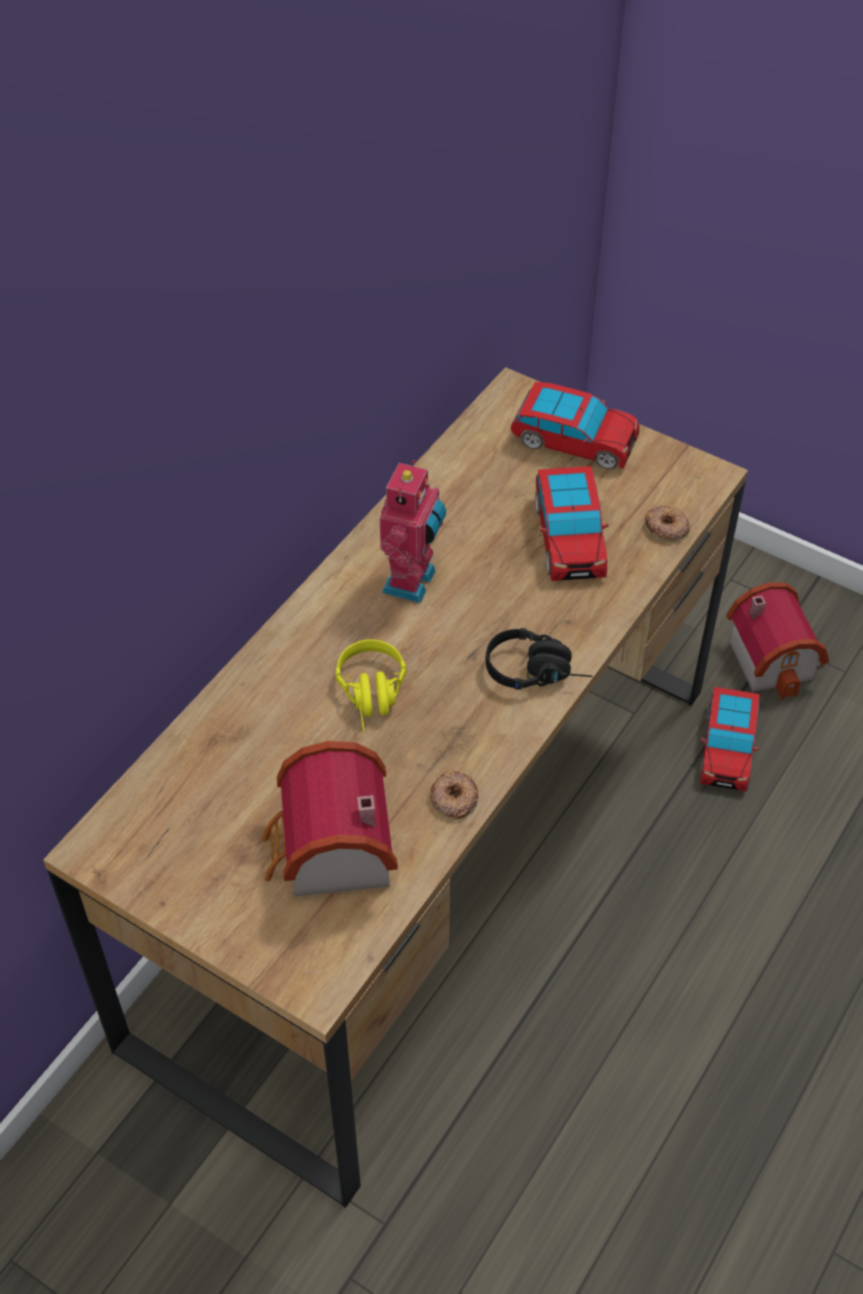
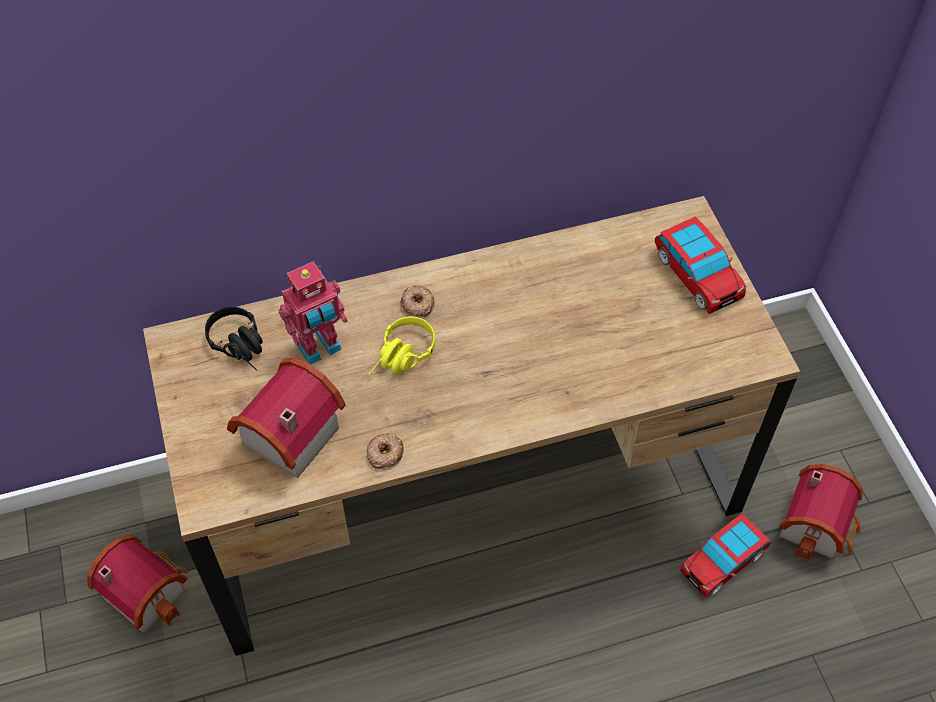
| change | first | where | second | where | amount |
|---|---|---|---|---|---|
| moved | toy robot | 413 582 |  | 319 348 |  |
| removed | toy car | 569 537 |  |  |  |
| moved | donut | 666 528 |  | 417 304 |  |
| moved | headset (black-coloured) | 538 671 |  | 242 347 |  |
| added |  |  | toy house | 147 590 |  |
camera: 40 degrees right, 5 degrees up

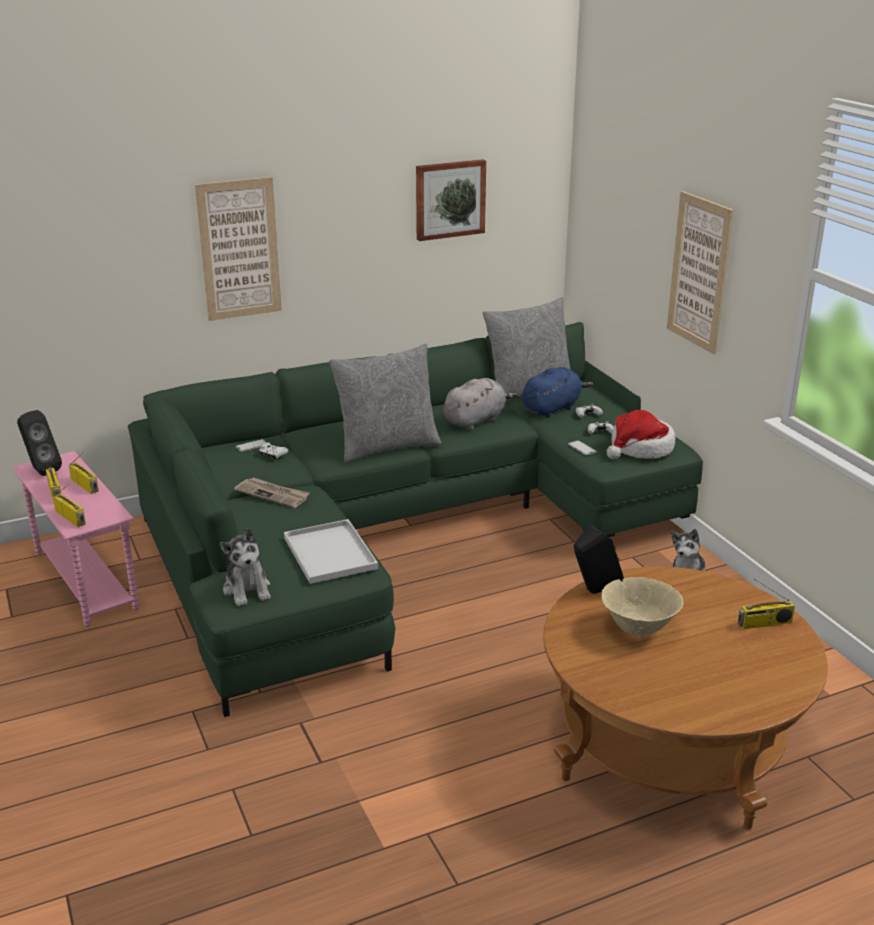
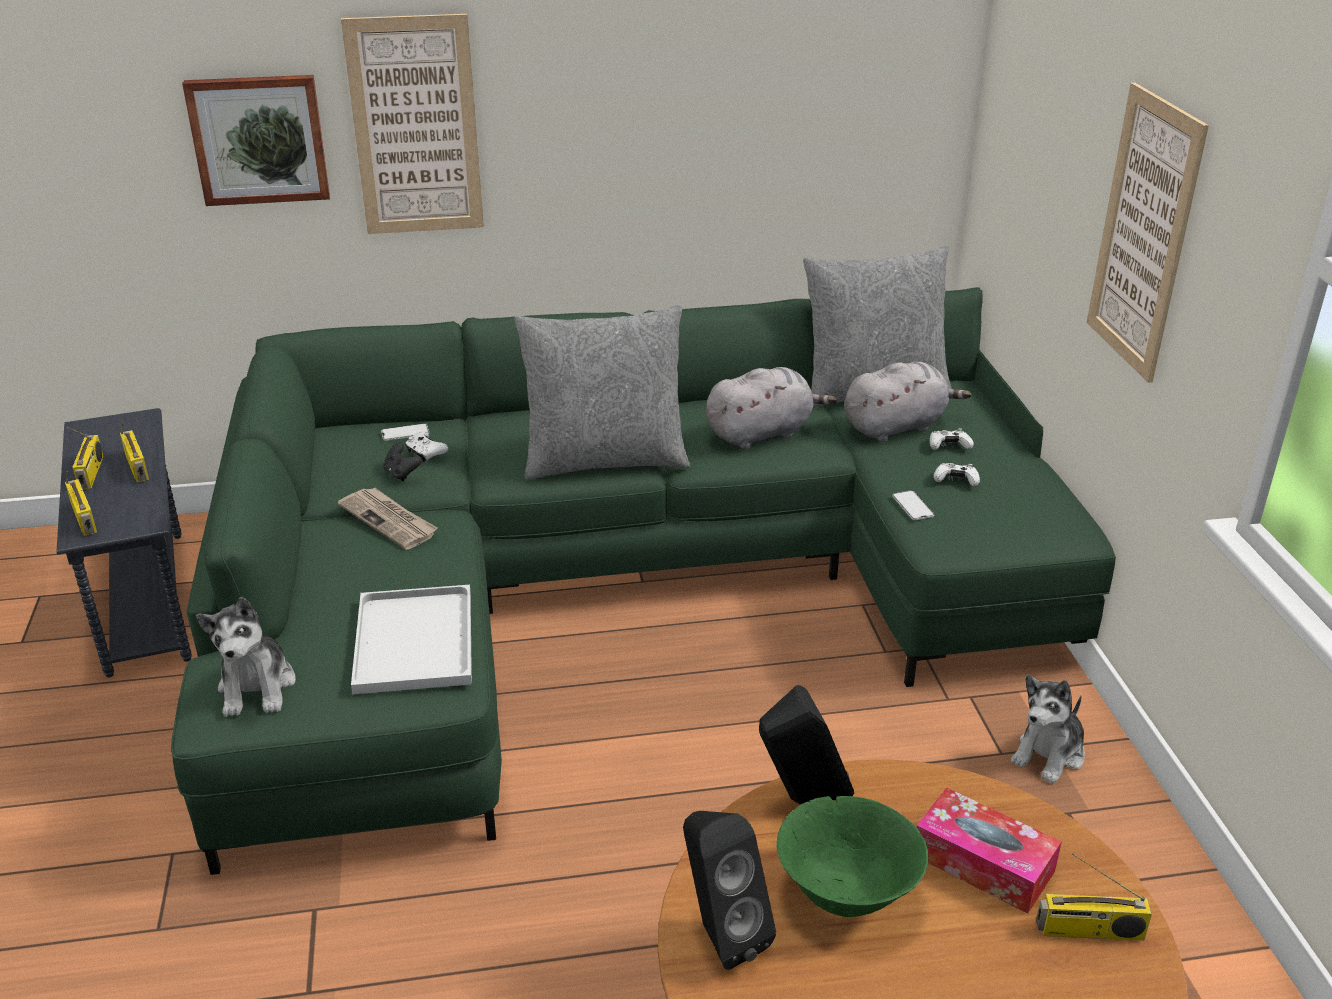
| change | first | where | second | where | amount |
|---|---|---|---|---|---|
| moved | picture | 449 199 |  | 259 139 |  |
| recoloured | soft toy (blue-coloured) | 552 408 | soft toy (gray) | 897 426 |  |
| moved | audio speaker (black-coloured) | 41 470 |  | 720 934 |  |
| removed | hat | 640 448 |  |  |  |
| recoloured | accent table (pinkish) | 85 581 | accent table (gray) | 144 602 |  |
| recoloured | serving bowl (sand-coloured) | 638 629 | serving bowl (green) | 845 895 |  |
| added |  |  | joypad (black-coloured) | 402 474 |  |
| added |  |  | tissue holder | 983 863 |  |
camera: 15 degrees right, 5 degrees up

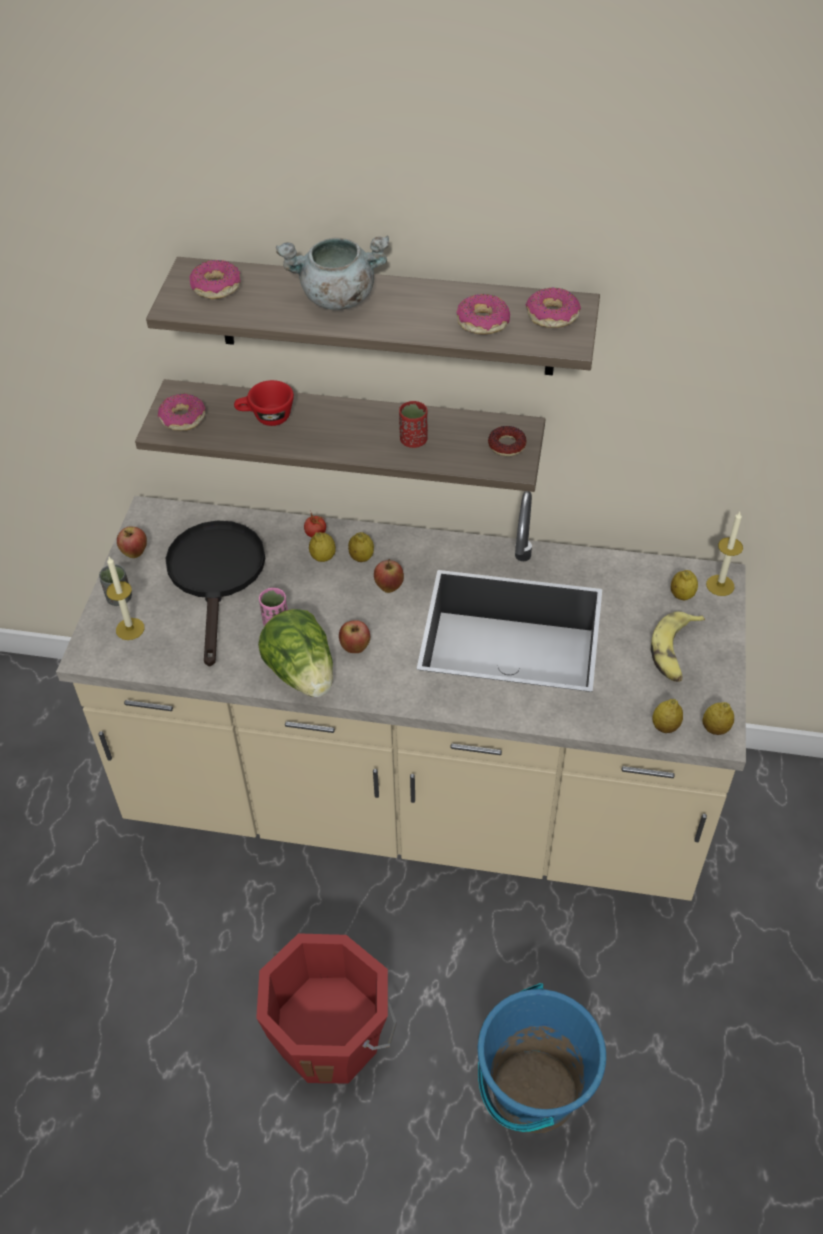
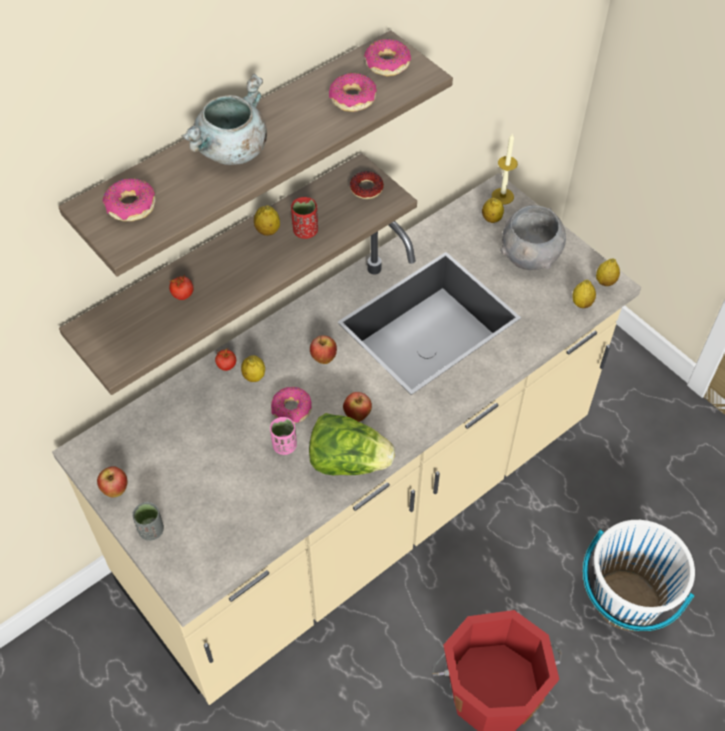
| change | first | where | second | where | amount |
|---|---|---|---|---|---|
| replaced | drinking cup (red-coloured) | 266 418 | tomato | 182 294 |  |
| moved | donut | 182 419 |  | 291 409 |  |
| removed | frying pan (black-coloured) | 217 577 |  |  |  |
| moved | citrus fruit | 361 557 |  | 267 231 |  |
| removed | wax light | 130 629 |  |  |  |
| replaced | banana | 675 652 | serving bowl (gray) | 531 255 |  |
| recoloured | pail (blue-coloured) | 533 1092 | pail (whitish) | 625 601 |  |
camera: 50 degrees left, 5 degrees up

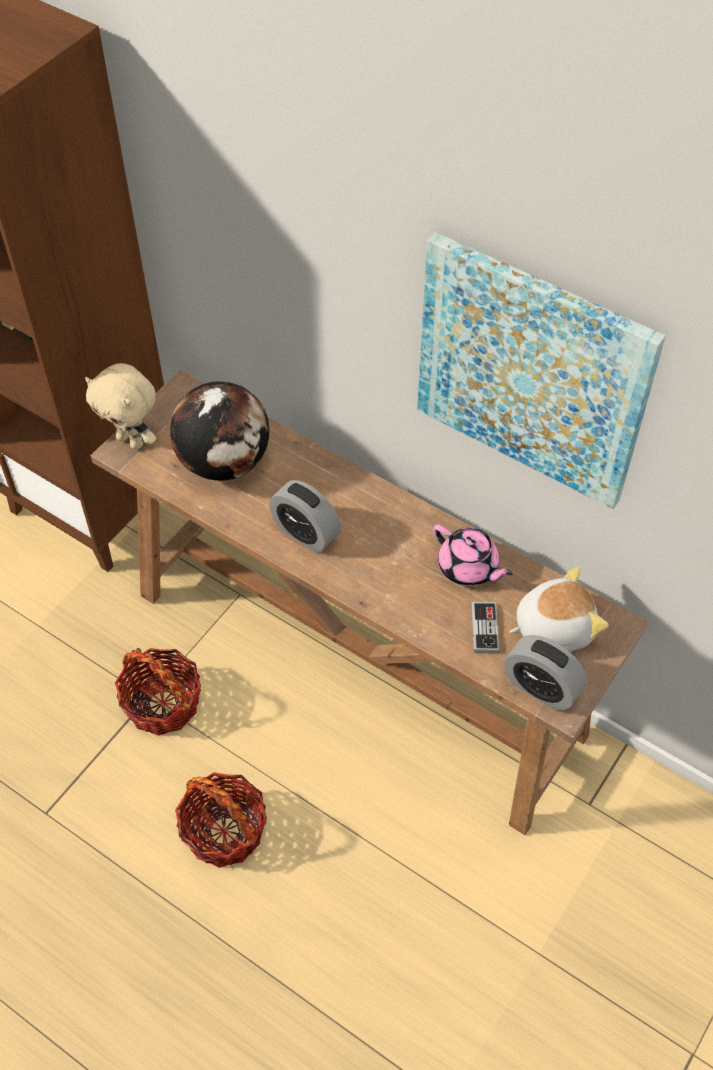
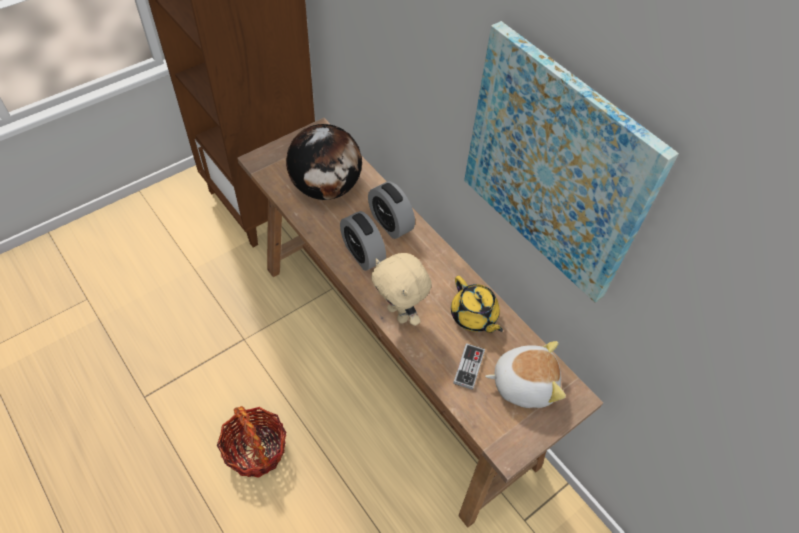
| change | first | where | second | where | amount |
|---|---|---|---|---|---|
| moved | soft toy (sand-coloured) | 131 441 |  | 399 313 |  |
| recoloured | pot for tea (pinkish) | 468 568 | pot for tea (yellowish) | 474 316 |  |
| moved | alarm clock | 541 687 |  | 390 223 |  |
| removed | basket | 162 703 |  |  |  |
camera: 15 degrees right, 0 degrees up

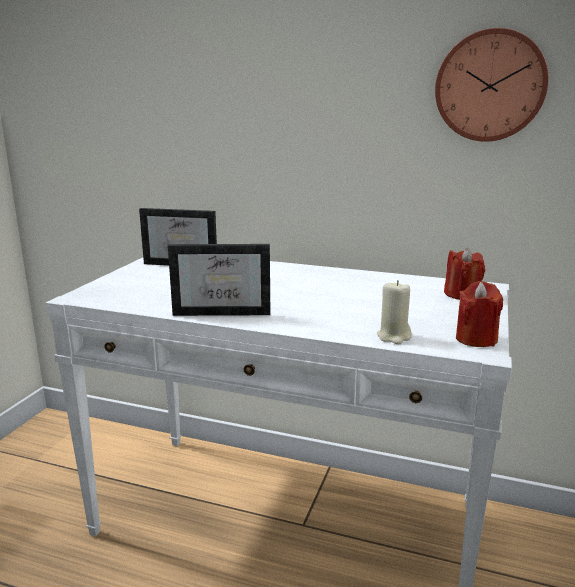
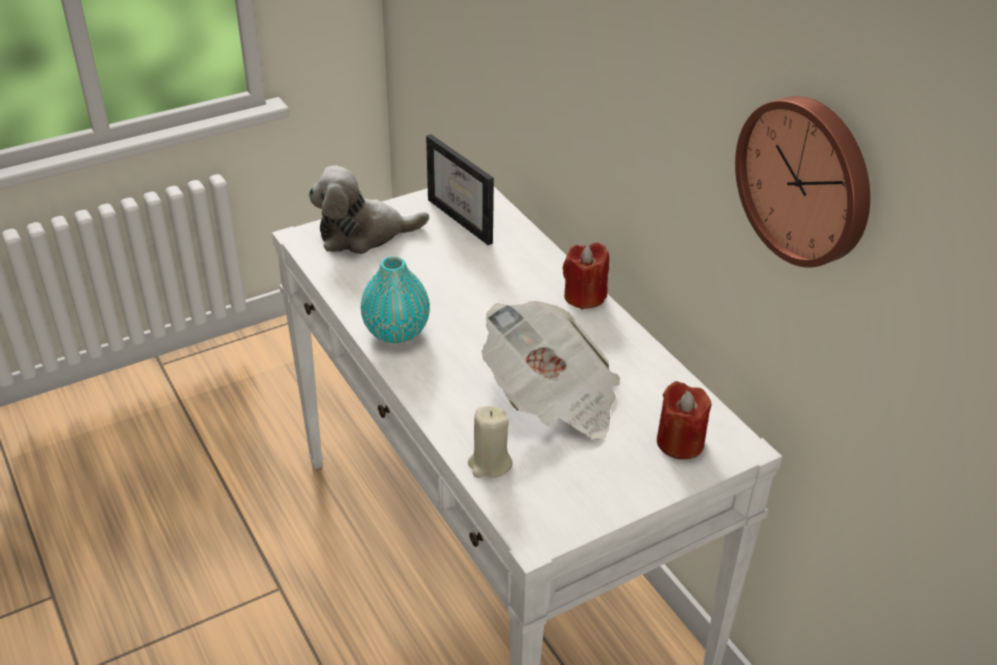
| change | first | where | second | where | amount |
|---|---|---|---|---|---|
| replaced | standing frame | 224 311 | decorative vase (turquoise-coloured) | 396 331 |  |
| moved | wax light (red-coloured) | 476 339 |  | 584 296 |  |
| added |  |  | soft toy | 363 234 |  |
| added |  |  | daily paper | 552 398 |  |
camera: 40 degrees right, 20 degrees up

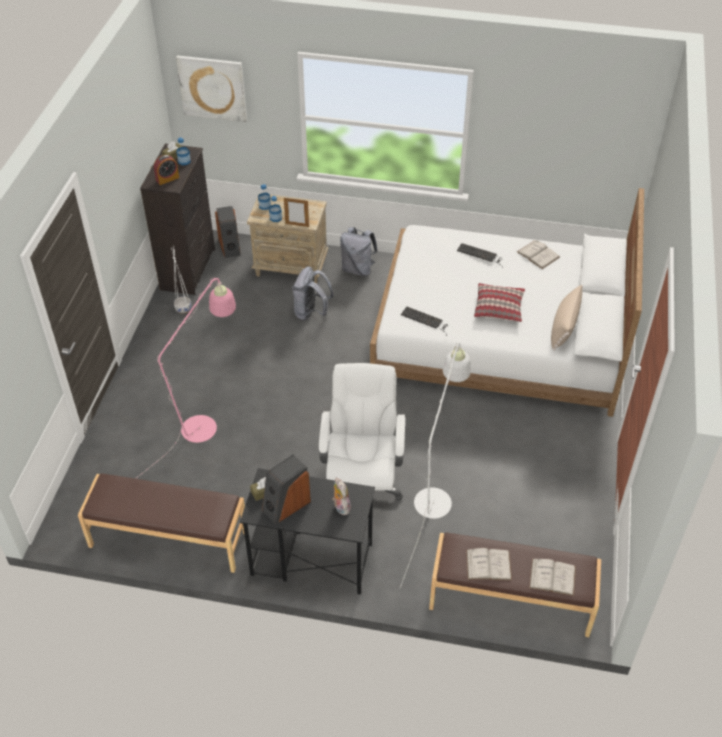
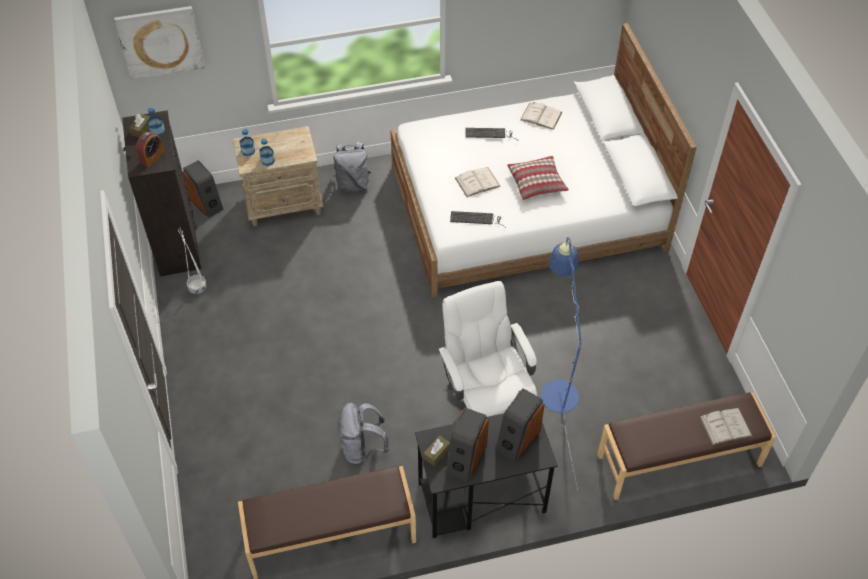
| change | first | where | second | where | amount |
|---|---|---|---|---|---|
| removed | standing frame | 297 225 |  |  |  |
| moved | rucksack (gray) | 311 313 |  | 362 448 |  |
| removed | standard lamp (pinkish) | 205 423 |  |  |  |
| removed | throw pillow (sand-coloured) | 564 327 |  |  |  |
| recoloured | standard lamp (whitish) | 435 495 | standard lamp (blue-coloured) | 557 387 |  |
| replaced | soft toy | 340 507 | audio speaker | 517 439 |  |
| moved | volume (whitish) | 488 565 |  | 477 182 |  |
camera: 25 degrees left, 5 degrees up

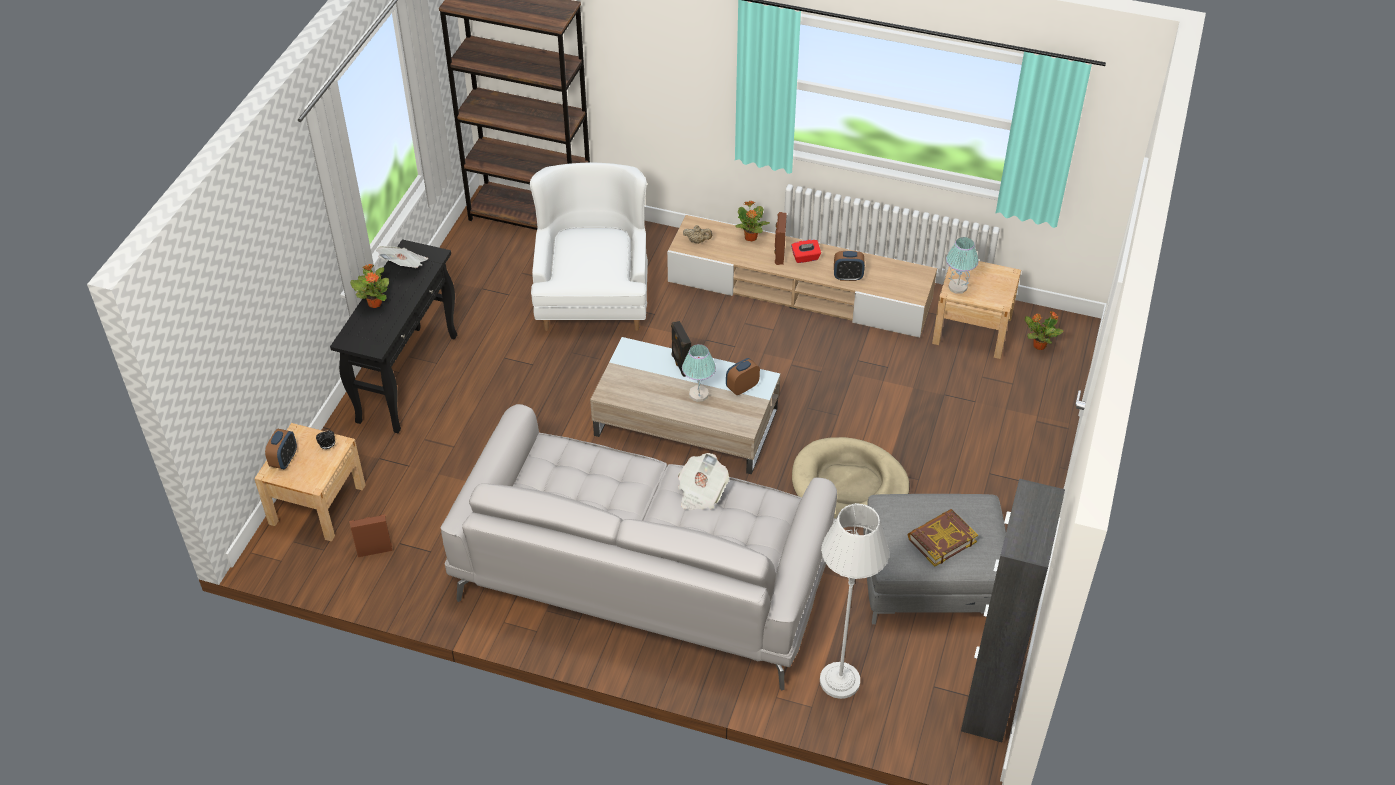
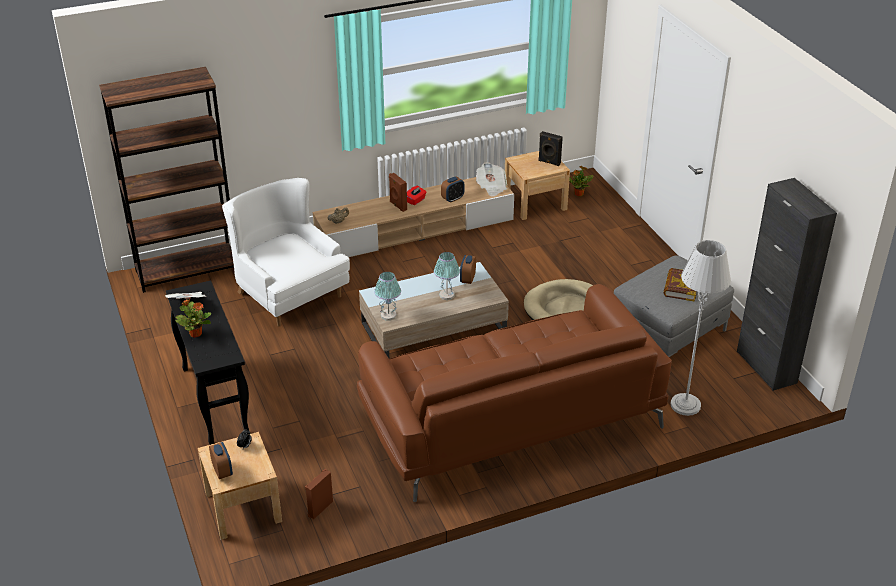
| change | first | where | second | where | amount |
|---|---|---|---|---|---|
| removed | plant in a pot | 750 238 |  |  |  |
| moved | tabletop lamp | 958 287 |  | 388 315 |  |
| moved | audio speaker (black-coloured) | 680 365 |  | 549 162 |  |
| recoloured | sofa (gray) | 643 572 | sofa (brownish) | 509 418 |  |
| moved | daily paper | 701 492 |  | 491 187 |  |
camera: 40 degrees left, 10 degrees down

